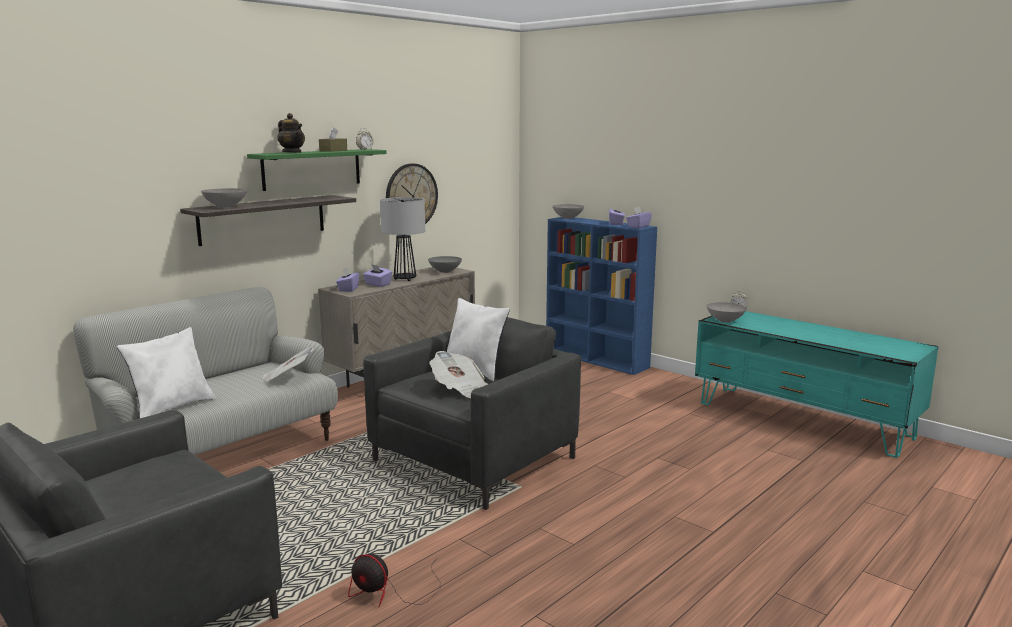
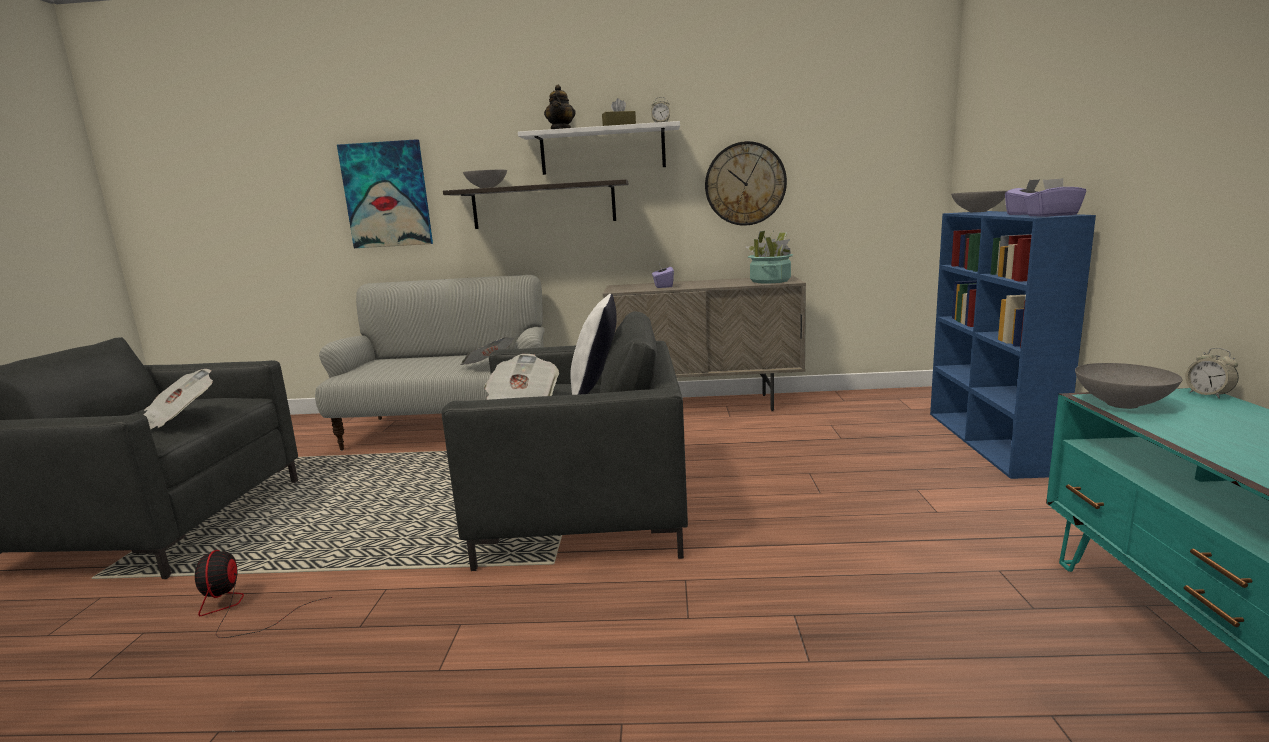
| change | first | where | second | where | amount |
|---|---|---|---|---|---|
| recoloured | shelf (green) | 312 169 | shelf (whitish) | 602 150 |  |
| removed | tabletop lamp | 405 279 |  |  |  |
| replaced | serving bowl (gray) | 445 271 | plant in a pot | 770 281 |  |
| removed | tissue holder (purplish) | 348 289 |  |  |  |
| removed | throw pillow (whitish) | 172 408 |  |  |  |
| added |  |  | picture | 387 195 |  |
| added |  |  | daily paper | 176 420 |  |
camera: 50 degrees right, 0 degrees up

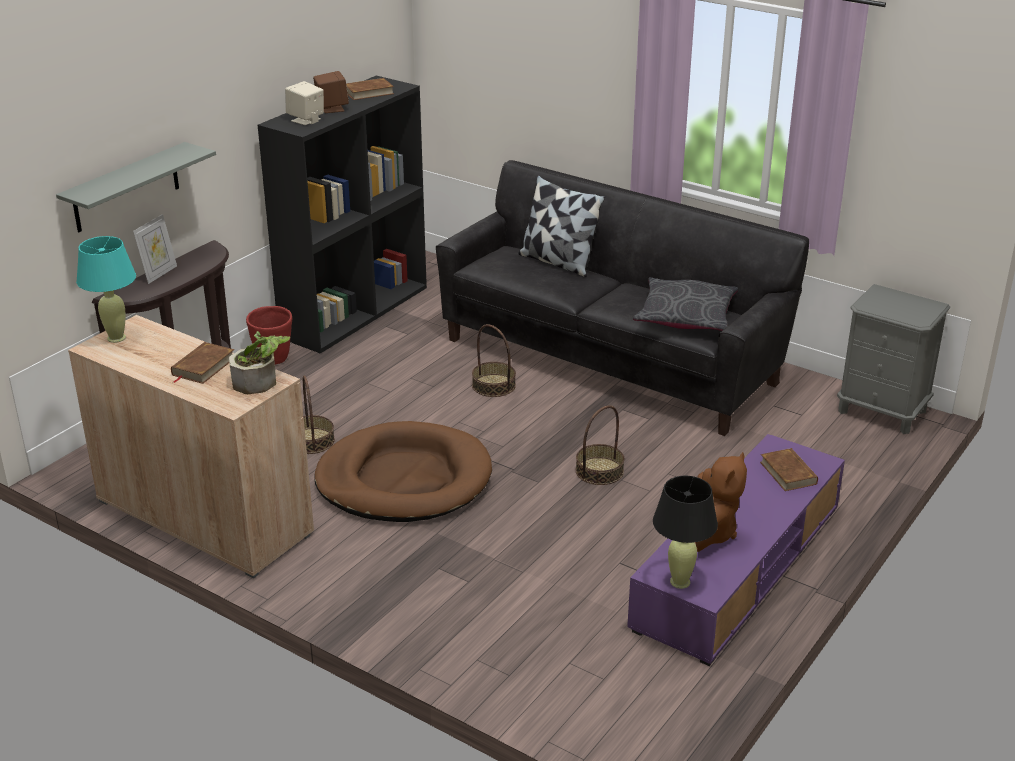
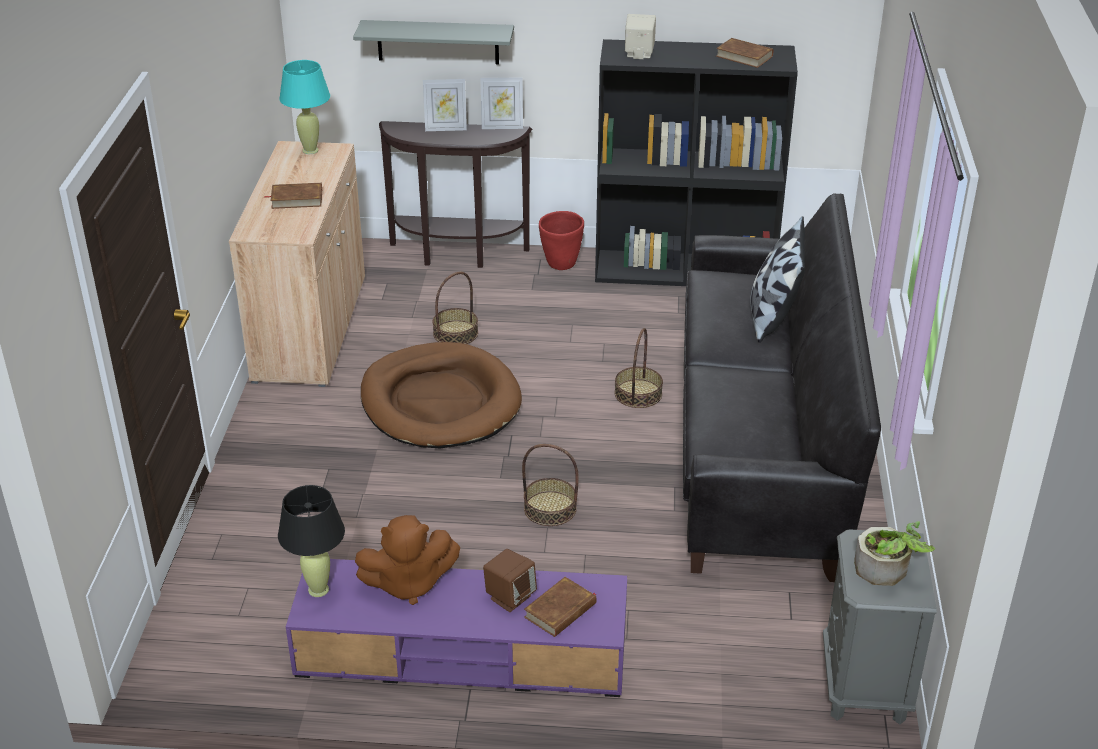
| change | first | where | second | where | amount |
|---|---|---|---|---|---|
| moved | audio speaker (brownish) | 332 108 |  | 510 597 |  |
| removed | throw pillow (gray) | 685 316 |  |  |  |
| moved | plant in a pot | 261 381 |  | 887 571 |  |
| added |  |  | standing frame | 502 127 |  |
camera: 60 degrees right, 5 degrees up

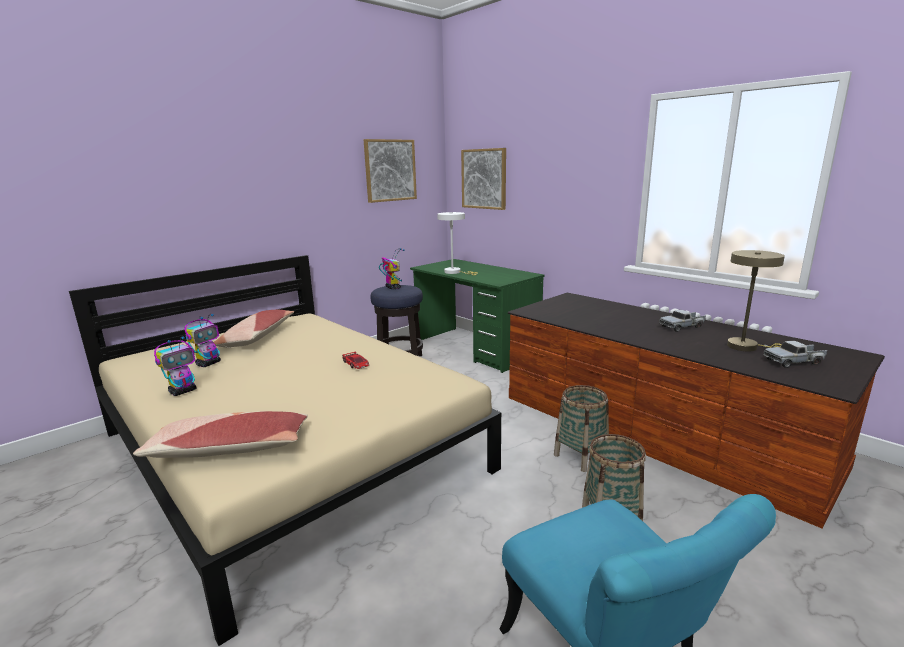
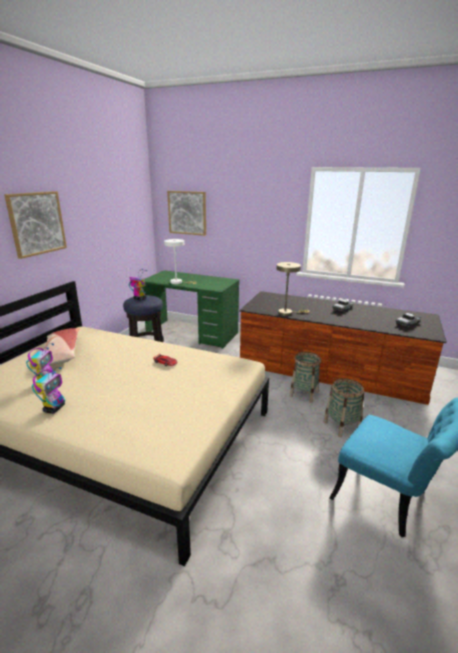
| change | first | where | second | where | amount |
|---|---|---|---|---|---|
| moved | picture | 390 170 |  | 37 223 |  |
| moved | tabletop lamp (sand-coloured) | 747 347 |  | 287 313 |  |
| removed | throw pillow | 229 449 |  |  |  |
camera: 25 degrees left, 5 degrees up

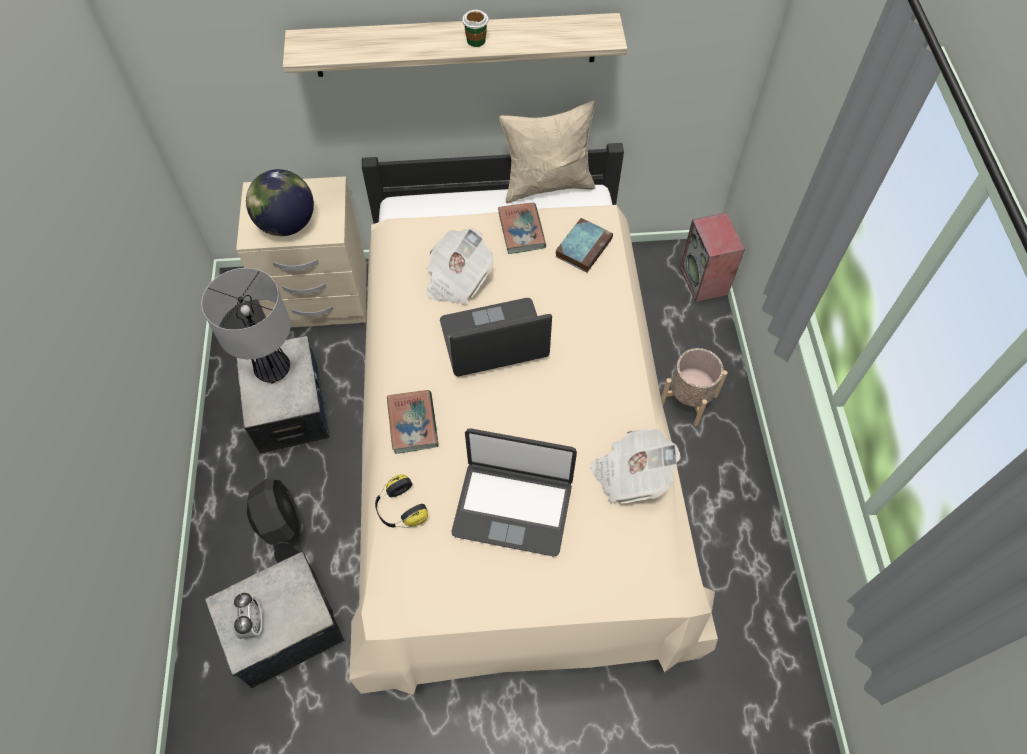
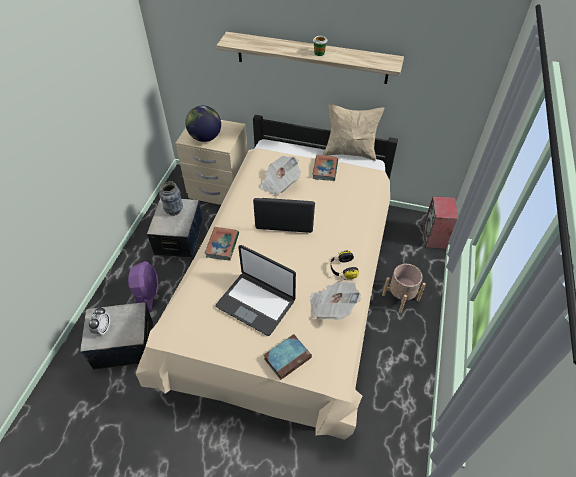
| change | first | where | second | where | amount |
|---|---|---|---|---|---|
| moved | volume | 583 247 |  | 288 357 |  |
| replaced | tabletop lamp | 273 370 | decorative vase | 174 211 |  |
| moved | headset | 399 509 |  | 342 269 |  |
| recoloured | cooling fan (black-coloured) | 282 528 | cooling fan (purplish) | 147 294 |  |
camera: 20 degrees right, 10 degrees down

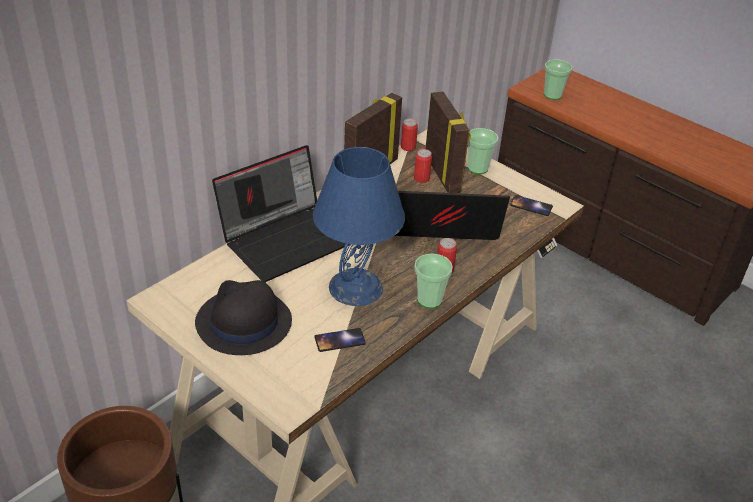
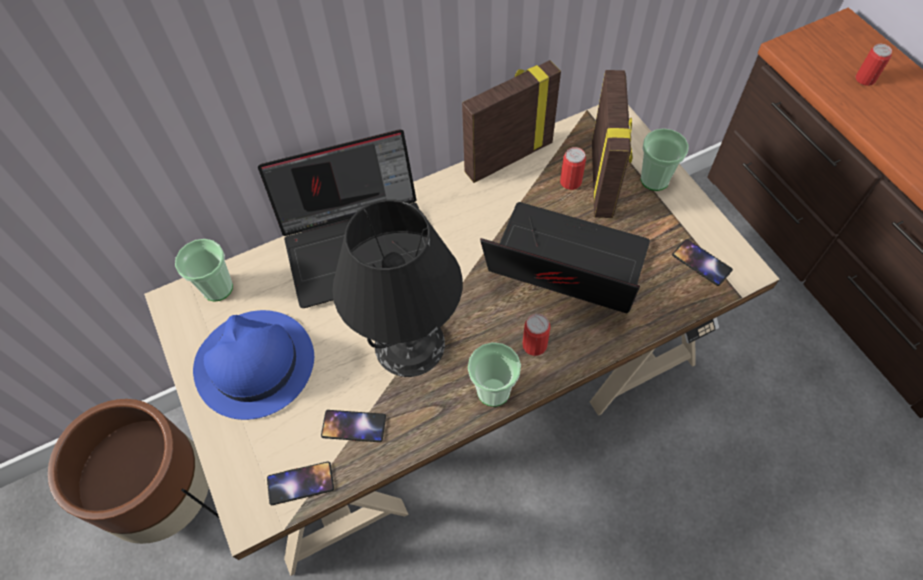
| change | first | where | second | where | amount |
|---|---|---|---|---|---|
| moved | drinking cup | 552 95 |  | 217 288 |  |
| moved | can | 408 147 |  | 865 79 |  |
| recoloured | tabletop lamp (blue-coloured) | 355 286 | tabletop lamp (black-coloured) | 409 343 |  |
| recoloured | hat (black-coloured) | 243 323 | hat (blue-coloured) | 254 365 |  |
| added |  |  | phone | 300 483 |  |
camera: 25 degrees right, 20 degrees up

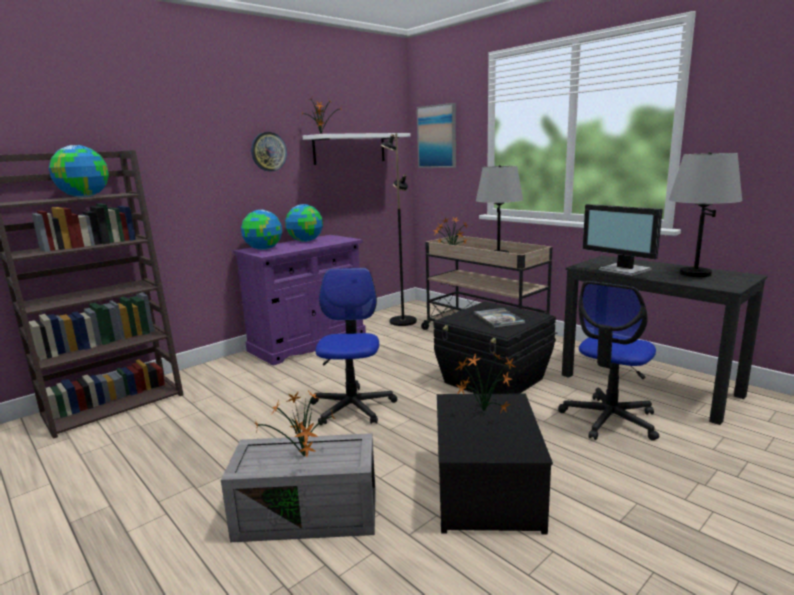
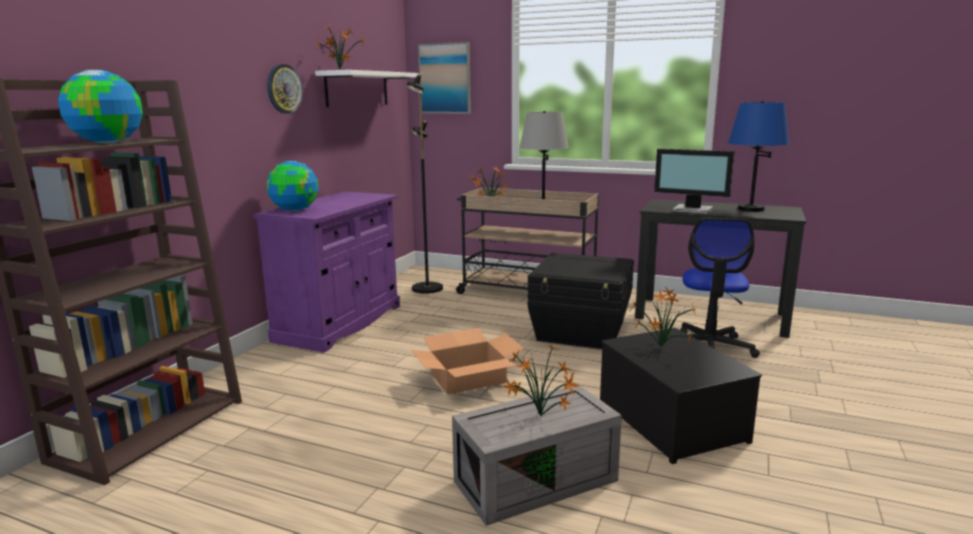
| change | first | where | second | where | amount |
|---|---|---|---|---|---|
| recoloured | tabletop lamp (gray) | 694 274 | tabletop lamp (blue-coloured) | 750 209 |  |
| removed | globe | 306 241 |  |  |  |
| replaced | computer chair | 352 407 | cardboard box | 468 378 |  |
| removed | volume | 498 318 |  |  |  |
camera: 25 degrees left, 0 degrees up

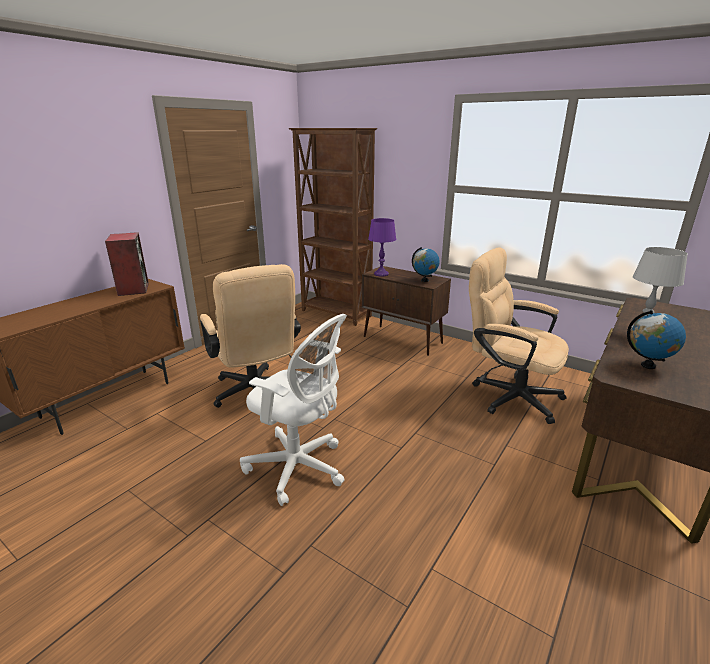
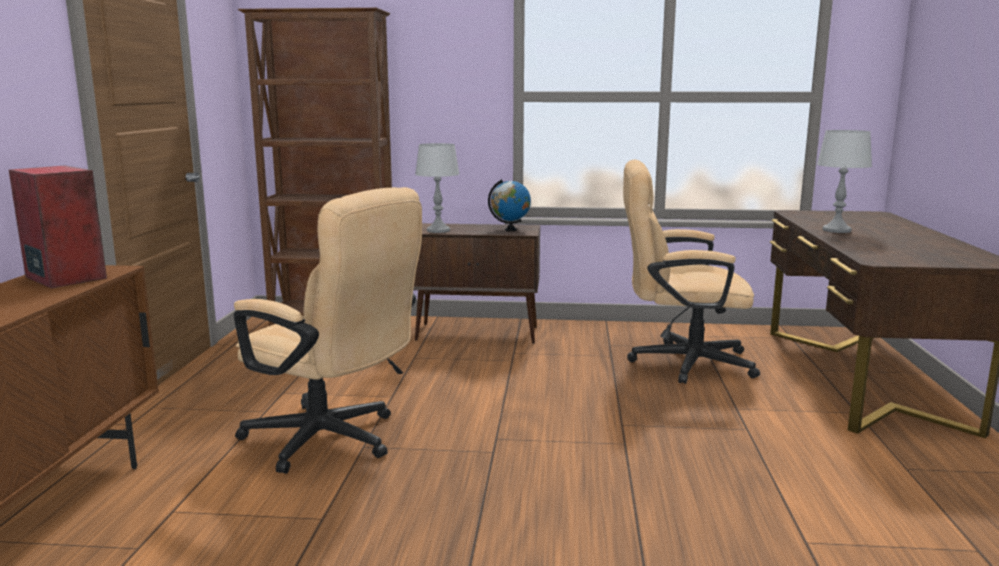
| change | first | where | second | where | amount |
|---|---|---|---|---|---|
| recoloured | tabletop lamp (purplish) | 381 274 | tabletop lamp (gray) | 438 230 |  |
| removed | globe | 648 365 |  |  |  |
| removed | computer chair (whitish) | 299 468 |  |  |  |
camera: 30 degrees left, 10 degrees down

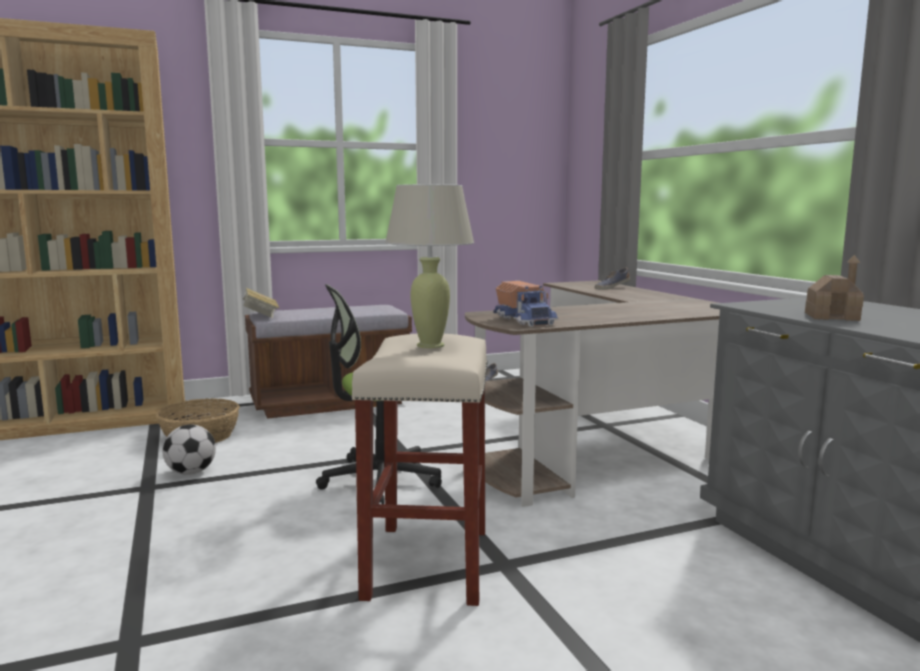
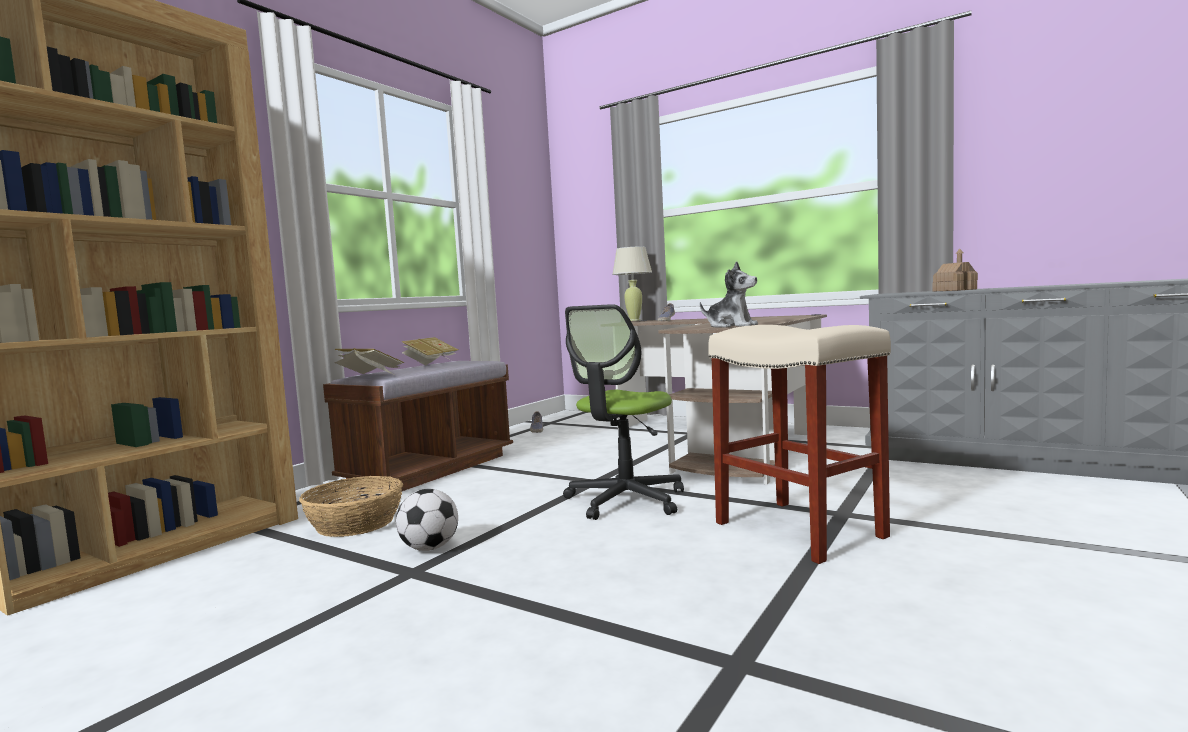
| change | first | where | second | where | amount |
|---|---|---|---|---|---|
| moved | tabletop lamp (sand-coloured) | 430 345 |  | 634 320 |  |
| replaced | toy lorry | 525 320 | soft toy | 731 326 |  |
| added |  |  | volume | 430 363 |  |
camera: 35 degrees left, 5 degrees down

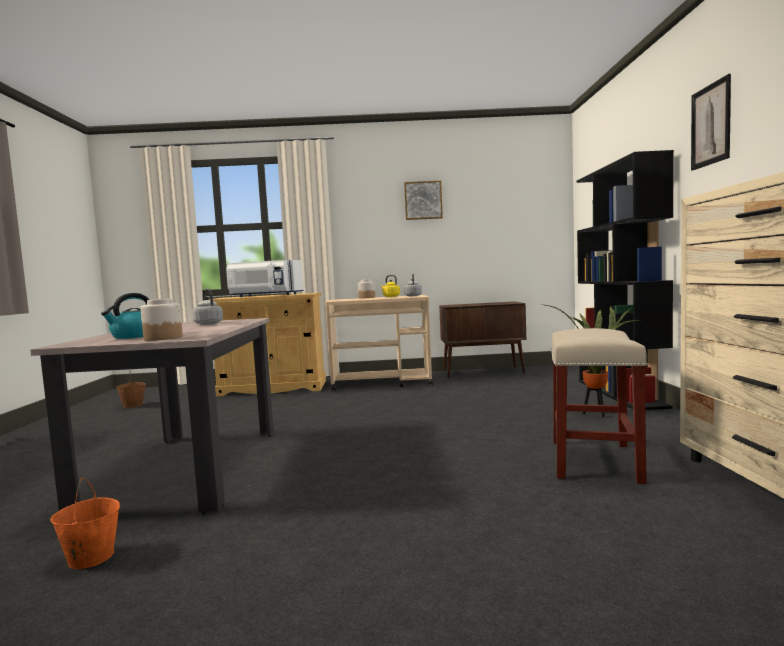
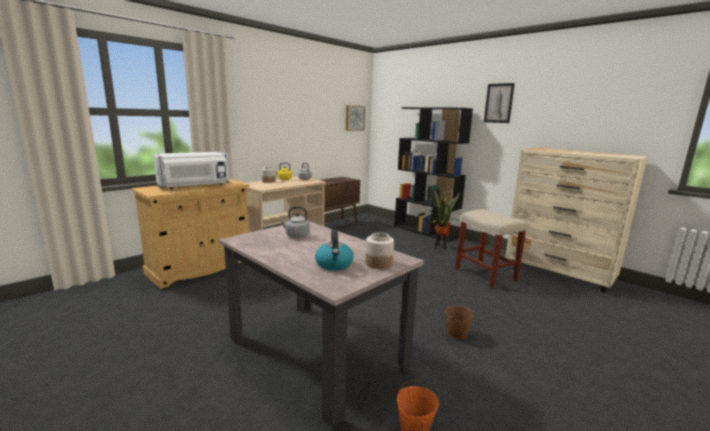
| change | first | where | second | where | amount |
|---|---|---|---|---|---|
| moved | picture | 423 200 |  | 354 118 |  |
| moved | pail (brownish) | 133 405 |  | 457 333 |  |
camera: 45 degrees left, 10 degrees up

